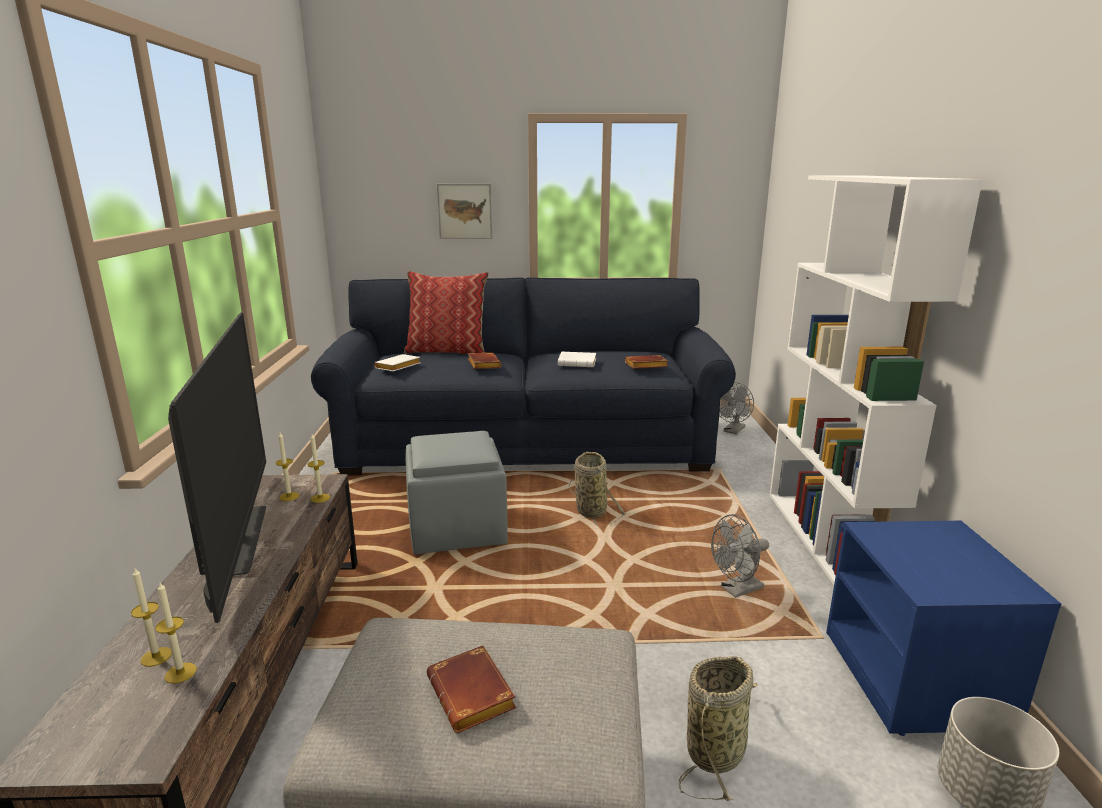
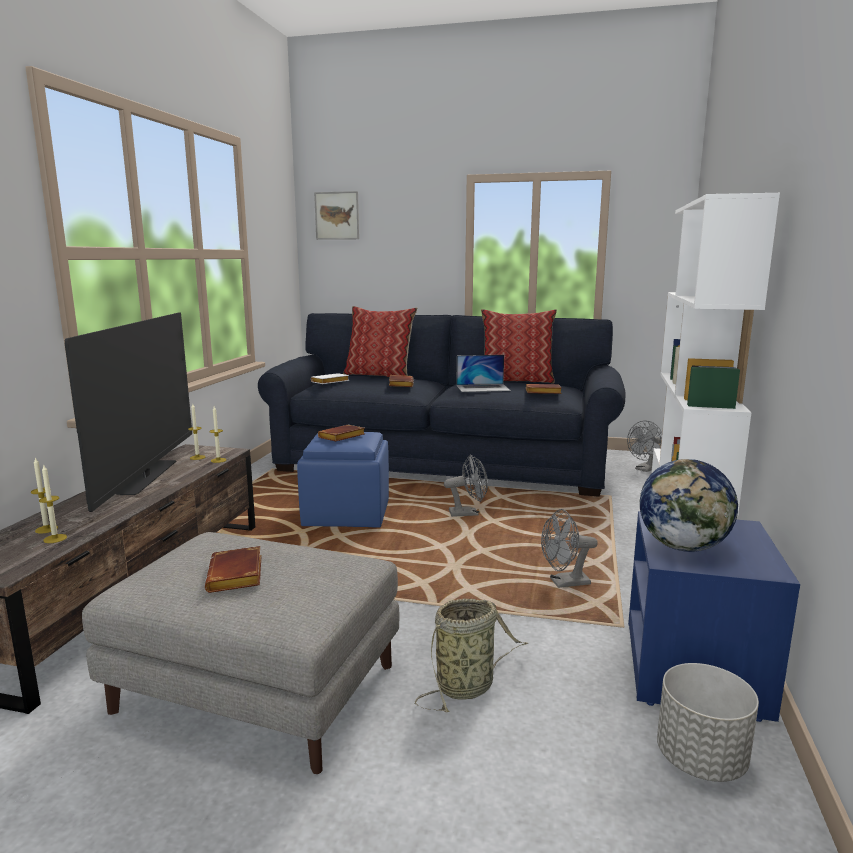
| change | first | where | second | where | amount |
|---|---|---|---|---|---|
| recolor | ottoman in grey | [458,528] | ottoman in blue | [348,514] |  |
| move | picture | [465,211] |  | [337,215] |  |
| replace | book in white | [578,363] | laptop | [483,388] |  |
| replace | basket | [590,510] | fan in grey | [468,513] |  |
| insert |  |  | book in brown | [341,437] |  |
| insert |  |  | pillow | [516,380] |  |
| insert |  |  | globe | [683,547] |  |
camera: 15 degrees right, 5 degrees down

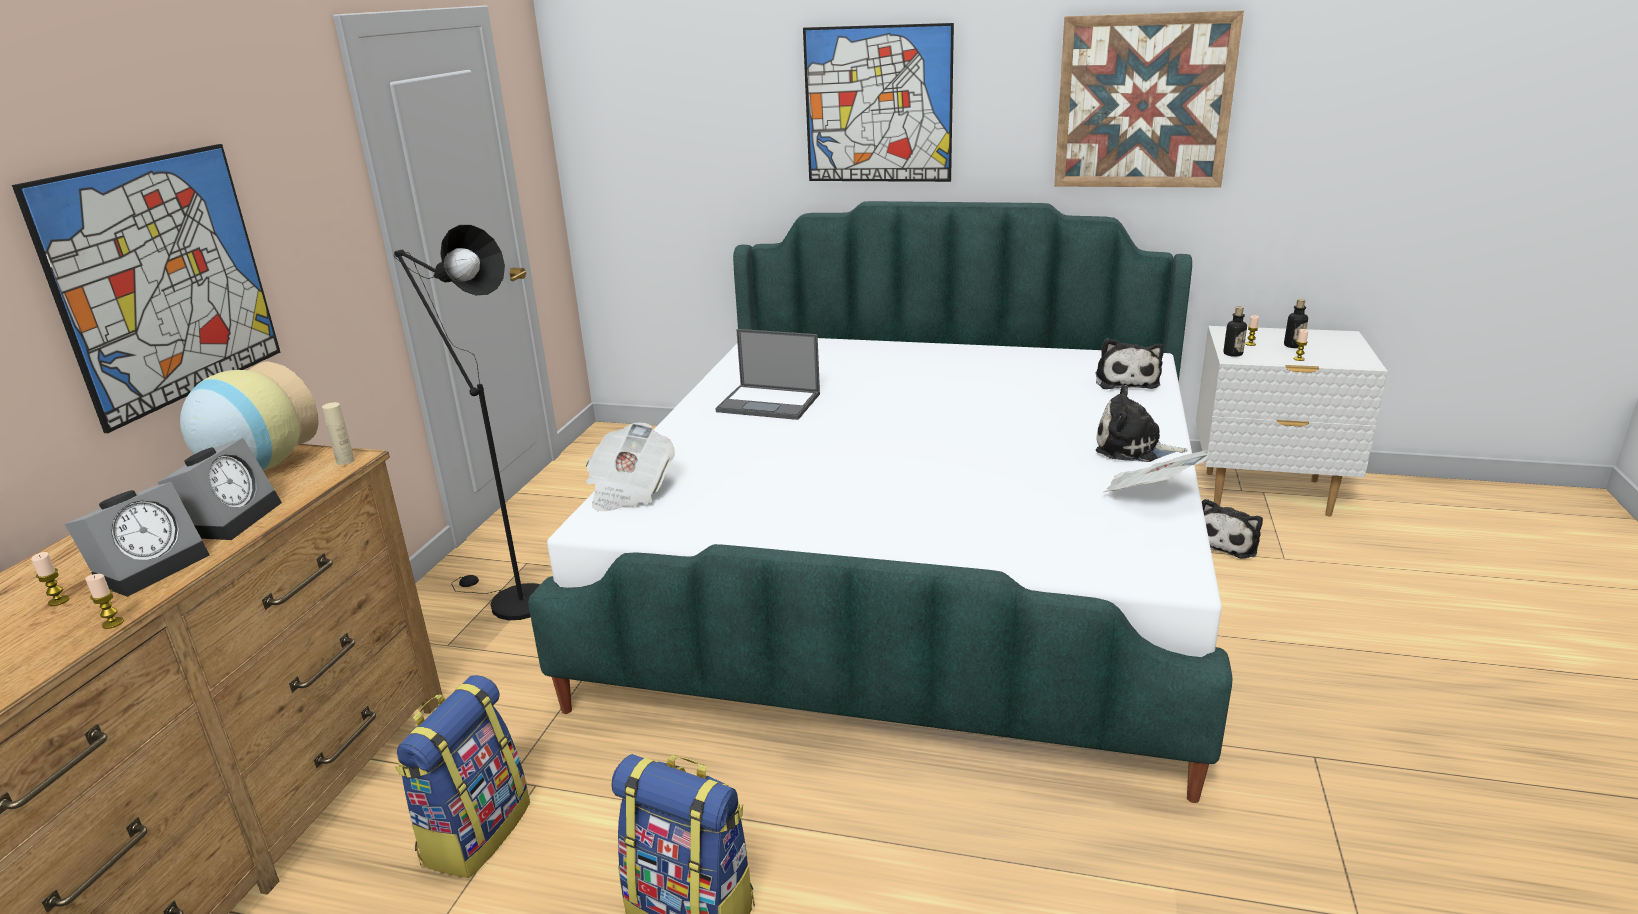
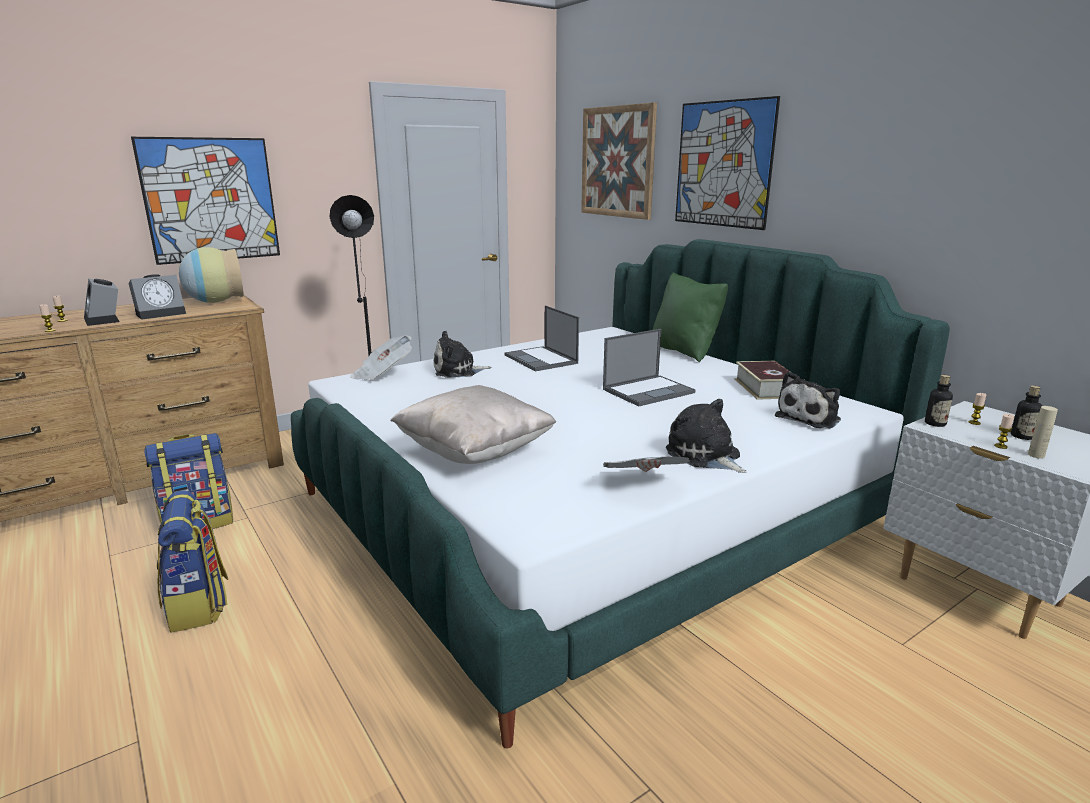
| change | first | where | second | where | amount |
|---|---|---|---|---|---|
| rotate | alarm clock | [153,566] |  | [104,319] | 75 degrees clockwise |
| move | bottle in beige | [345,461] |  | [1036,455] |  |
| move | picture | [1143,102] |  | [617,162] |  |
| move | plush toy | [1228,543] |  | [458,371] |  |
| insert |  |  | pillow in beige | [475,452] |  |
| insert |  |  | laptop | [649,391] |  |
| insert |  |  | pillow in green | [684,351] |  |
| insert |  |  | book | [765,388] |  |
camera: 40 degrees right, 5 degrees down

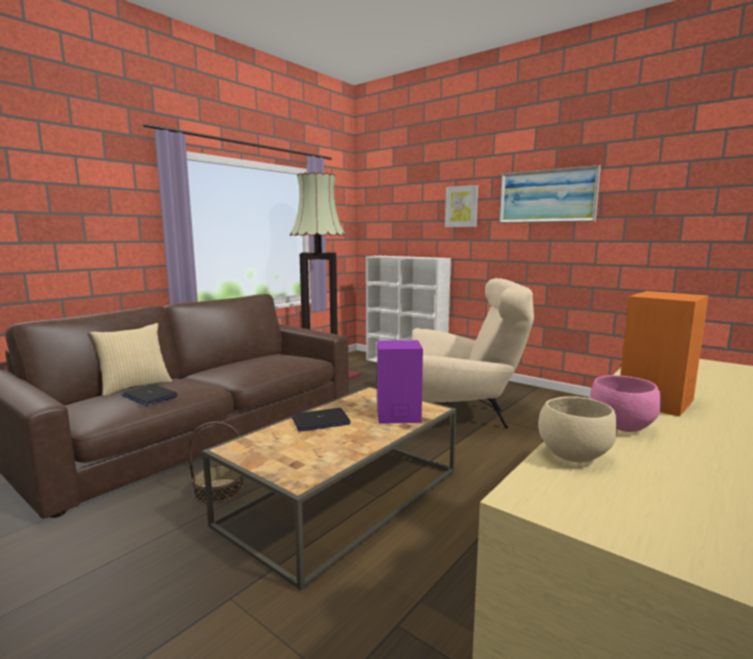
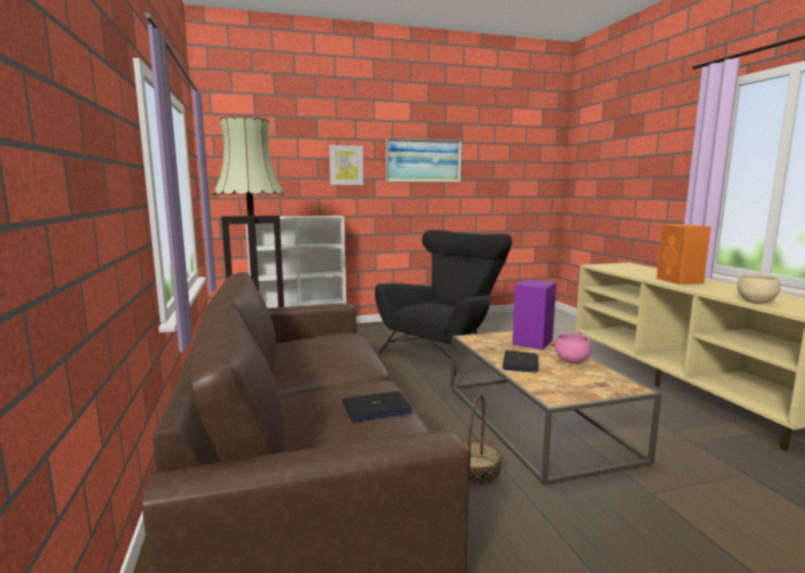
| change | first | where | second | where | amount |
|---|---|---|---|---|---|
| delete | pillow | [134,386] |  |  |  |
| recolor | armchair in beige | [462,416] | armchair in black | [444,350] |  |
| move | bowl in pink | [622,427] |  | [572,361] |  |
camera: 55 degrees left, 0 degrees up

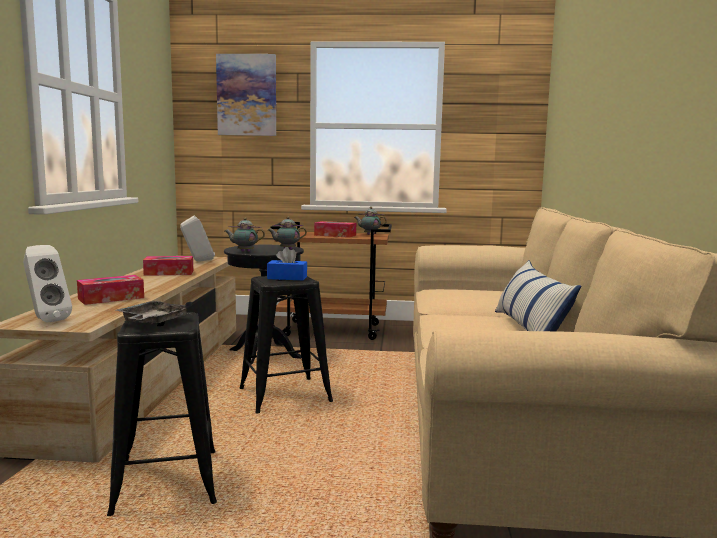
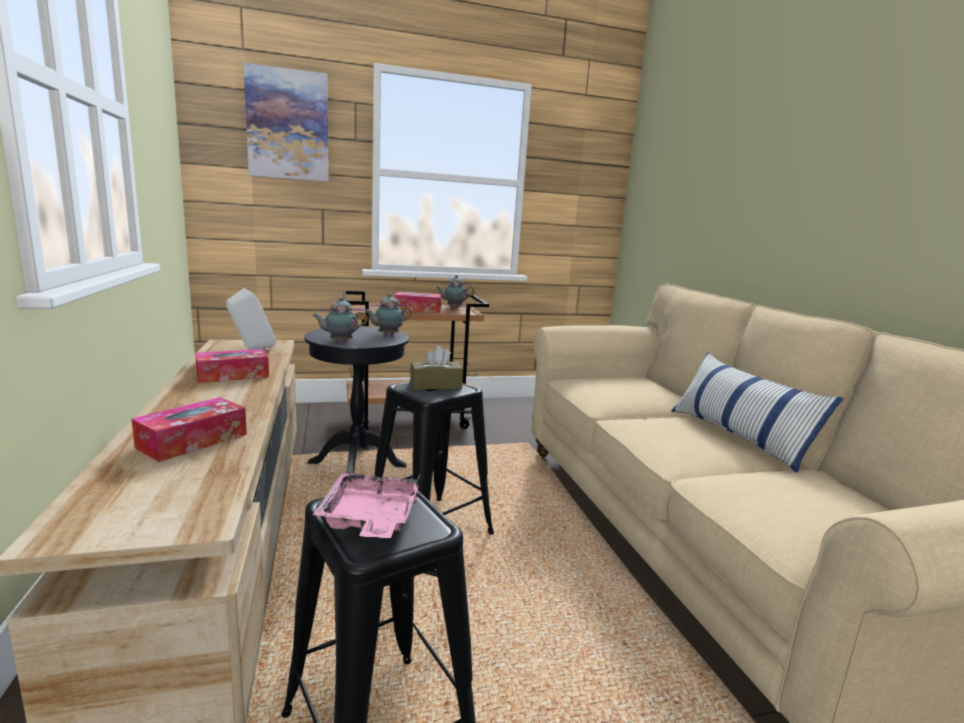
| change | first | where | second | where | amount |
|---|---|---|---|---|---|
| delete | speaker in white | [45,320] |  |  |  |
| recolor | tray in grey | [153,322] | tray in pink | [370,519] |  |
| recolor | tissue box in blue | [287,278] | tissue box in brown | [435,385] |  |
camera: 20 degrees left, 5 degrees up

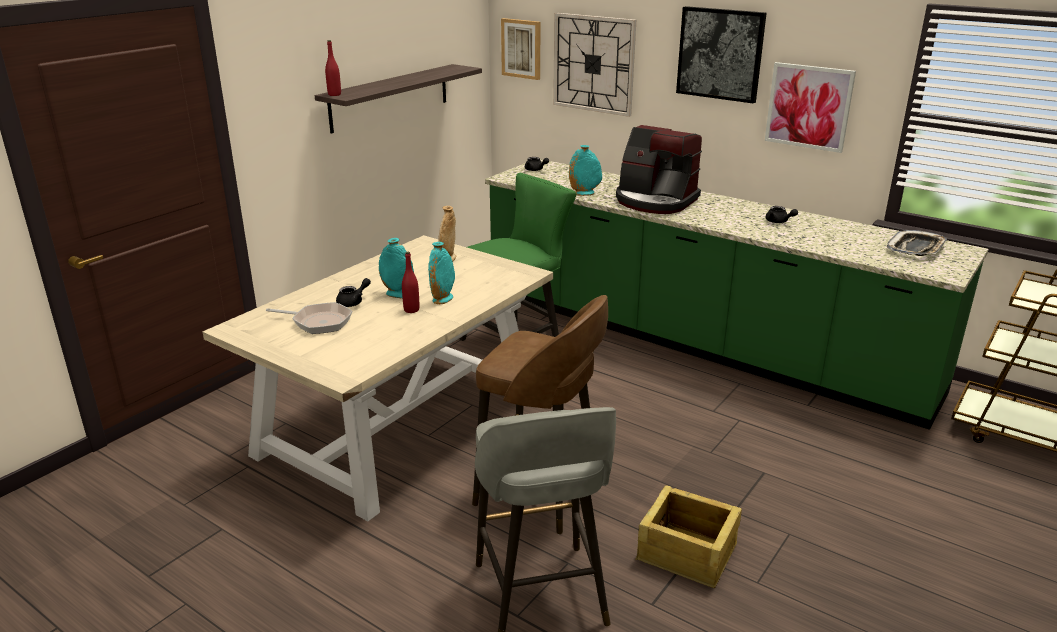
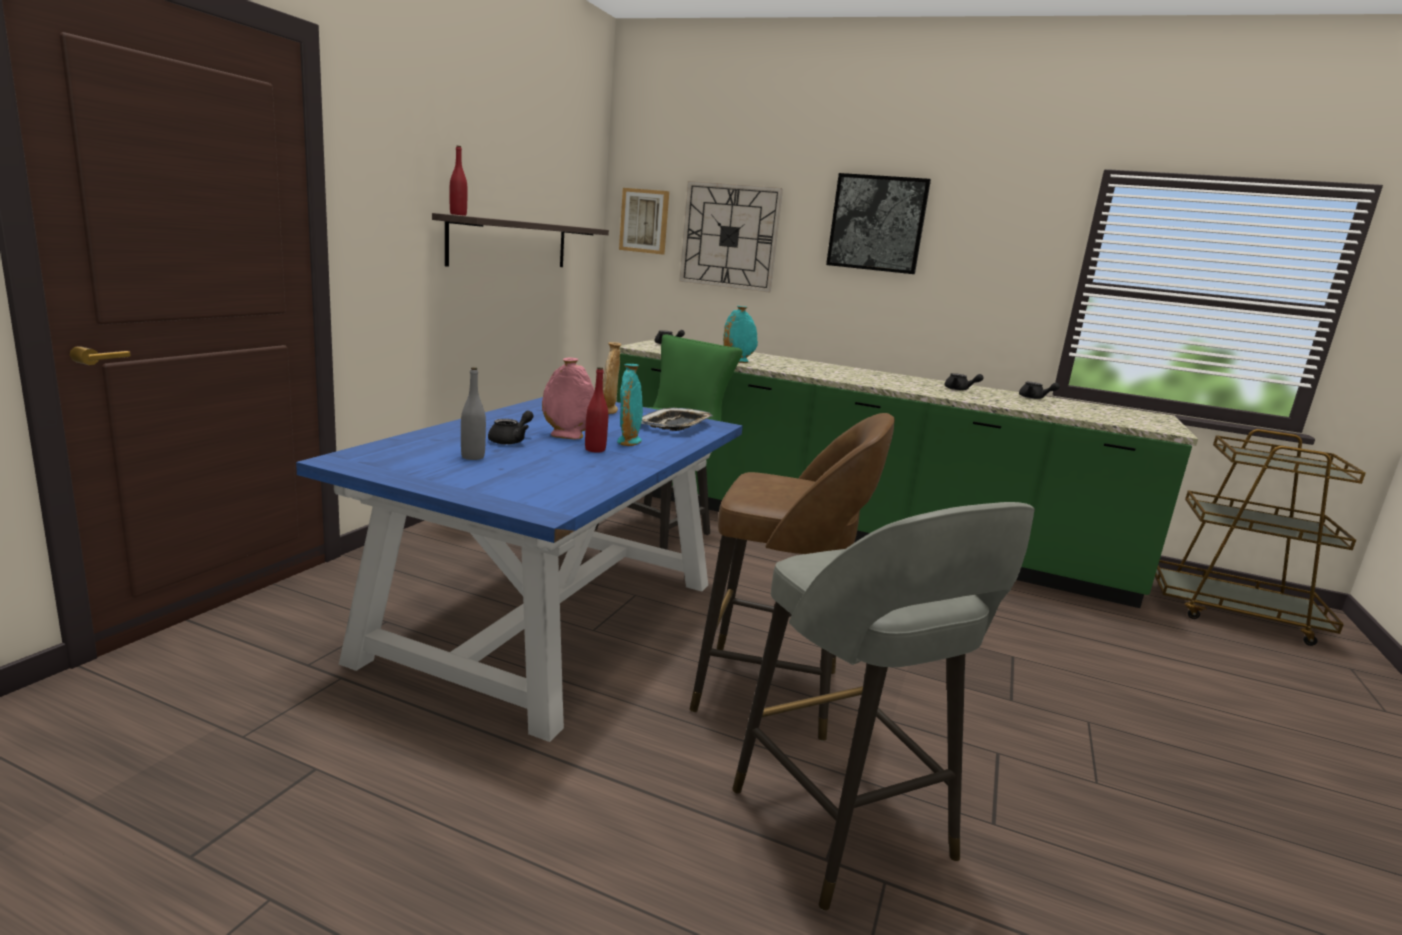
| change | first | where | second | where | amount |
|---|---|---|---|---|---|
| recolor | dining table in beige | [400,424] | dining table in blue | [550,618] |  |
| replace | frying pan | [318,322] | bottle in grey | [473,457] |  |
| recolor | vase in turquoise | [398,294] | vase in pink | [566,436] |  |
| delete | coffee machine | [655,201] |  |  |  |
| delete | crate | [687,553] |  |  |  |
| delete | picture | [809,106] |  |  |  |
| move | tray | [916,248] |  | [676,425] |  |
| insert |  |  | teapot in black | [1034,398] |  |
camera: 15 degrees left, 10 degrees down

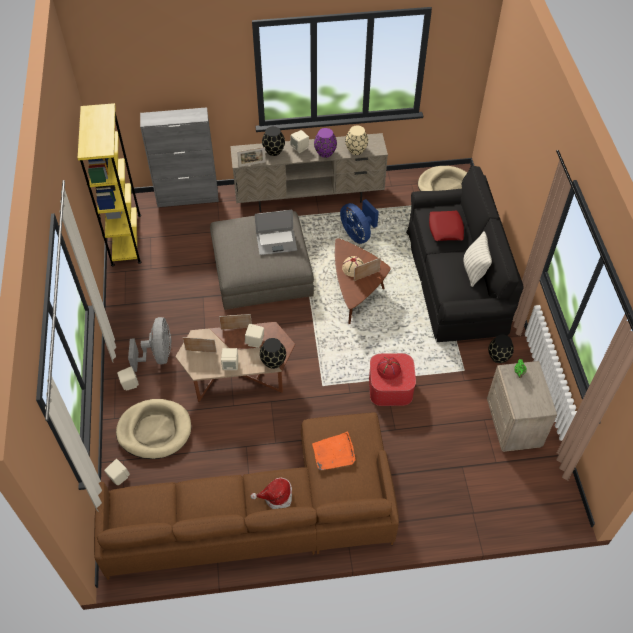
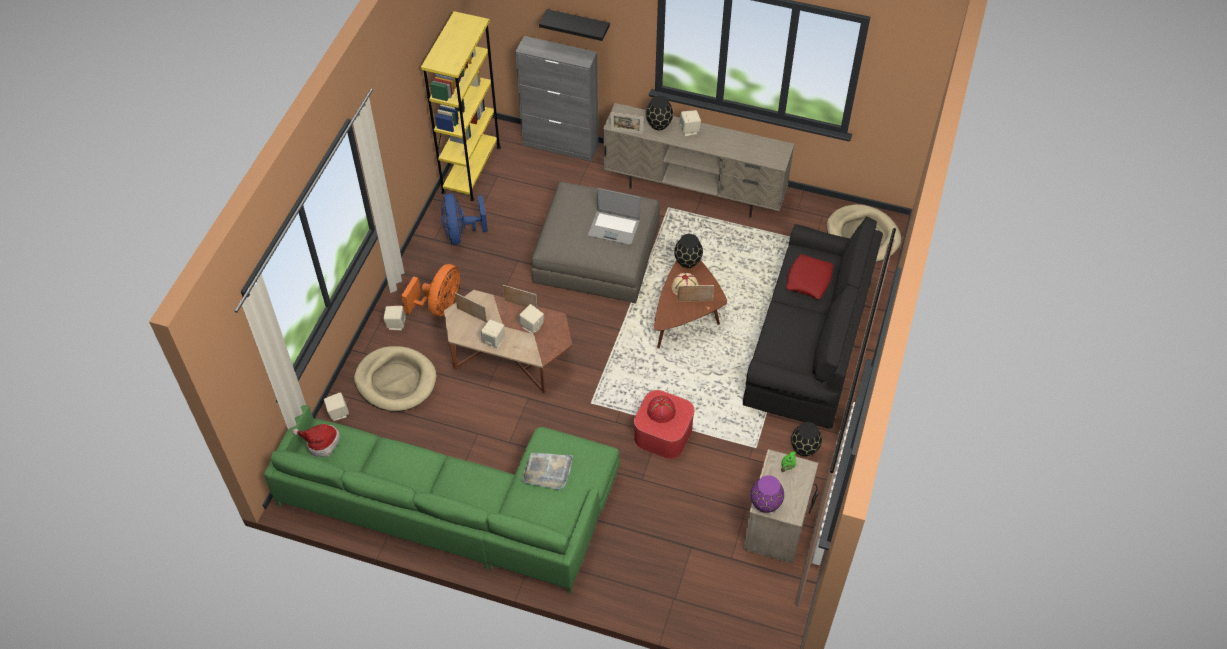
| change | first | where | second | where | amount |
|---|---|---|---|---|---|
| recolor | sofa in brown | [264,513] | sofa in green | [459,508] |  |
| recolor | fan in grey | [158,355] | fan in orange | [439,305] |  |
| move | hat | [276,496] |  | [320,443] |  |
| move | vase in black | [273,361] |  | [688,261] |  |
| recolor | tray in orange | [334,453] | tray in grey | [548,471] |  |
| move | vase in purple | [325,152] |  | [765,503] |  |
| move | fan in blue | [358,234] |  | [461,233] |  |
| delete | vase in beige | [356,150] |  |  |  |
| delete | pillow | [474,271] |  |  |  |
| insert |  |  | shelf in black | [578,25] |  |
camera: 25 degrees right, 0 degrees up

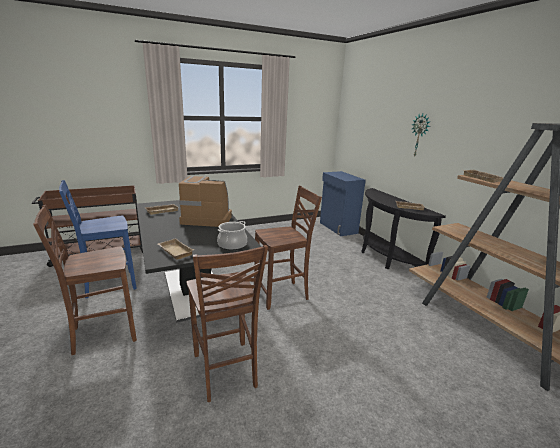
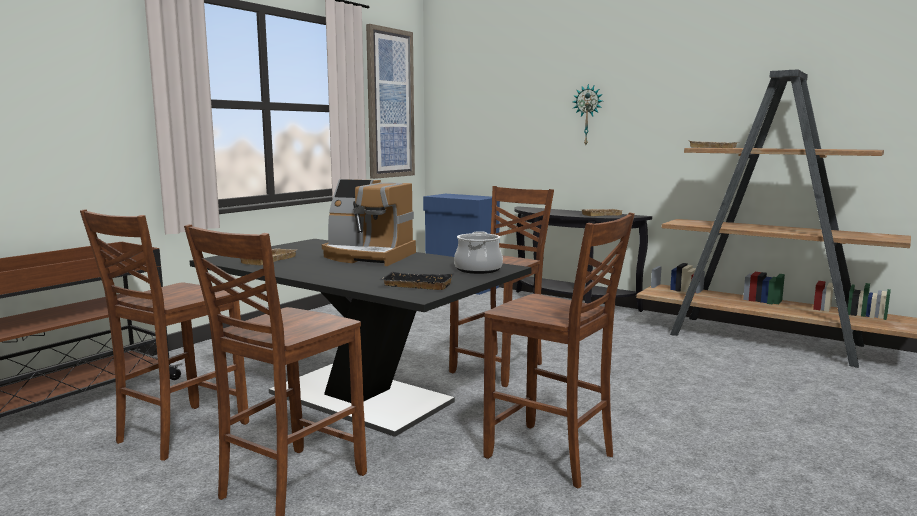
| change | first | where | second | where | amount |
|---|---|---|---|---|---|
| recolor | chair in blue | [109,285] | chair in brown | [179,432] |  |
| recolor | tray in beige | [174,251] | tray in black | [416,286] |  |
| rotate | coffee machine | [206,218] |  | [368,256] | 135 degrees counterclockwise |
| insert |  |  | picture | [390,104] |  |
camera: 30 degrees left, 10 degrees down

